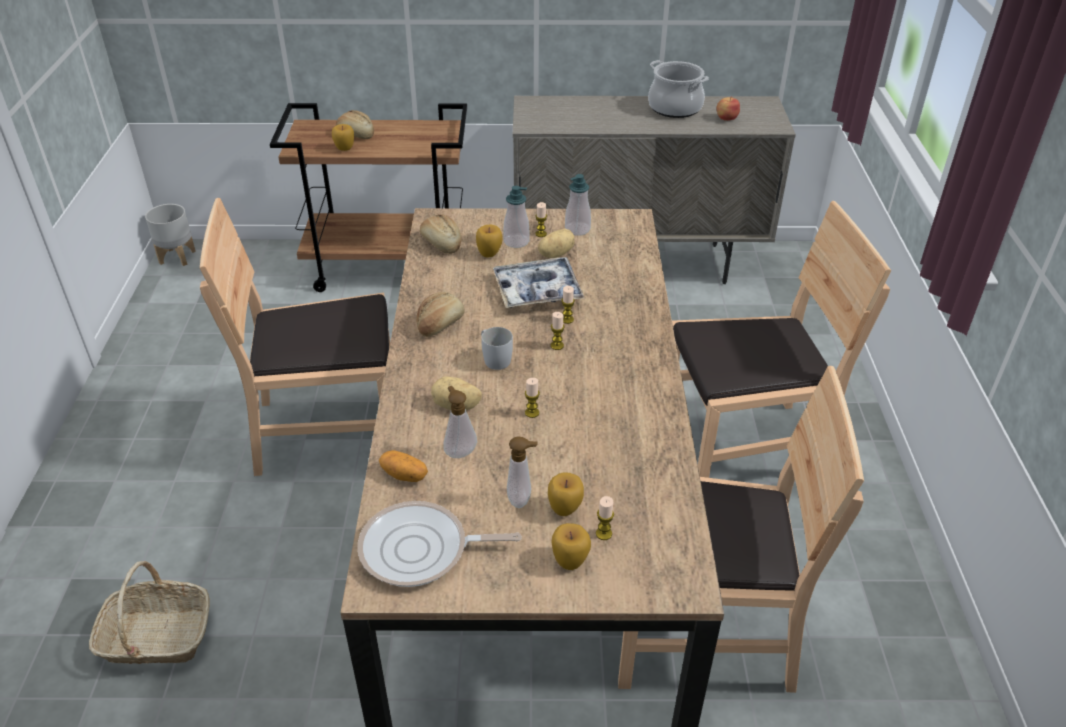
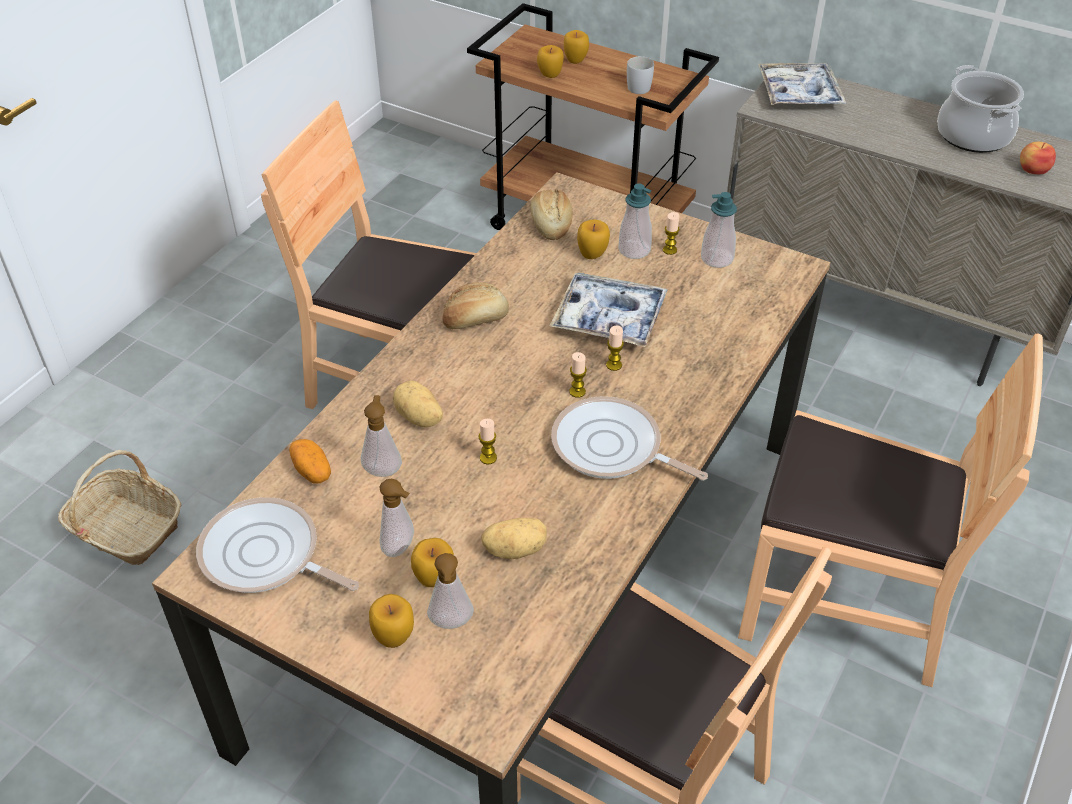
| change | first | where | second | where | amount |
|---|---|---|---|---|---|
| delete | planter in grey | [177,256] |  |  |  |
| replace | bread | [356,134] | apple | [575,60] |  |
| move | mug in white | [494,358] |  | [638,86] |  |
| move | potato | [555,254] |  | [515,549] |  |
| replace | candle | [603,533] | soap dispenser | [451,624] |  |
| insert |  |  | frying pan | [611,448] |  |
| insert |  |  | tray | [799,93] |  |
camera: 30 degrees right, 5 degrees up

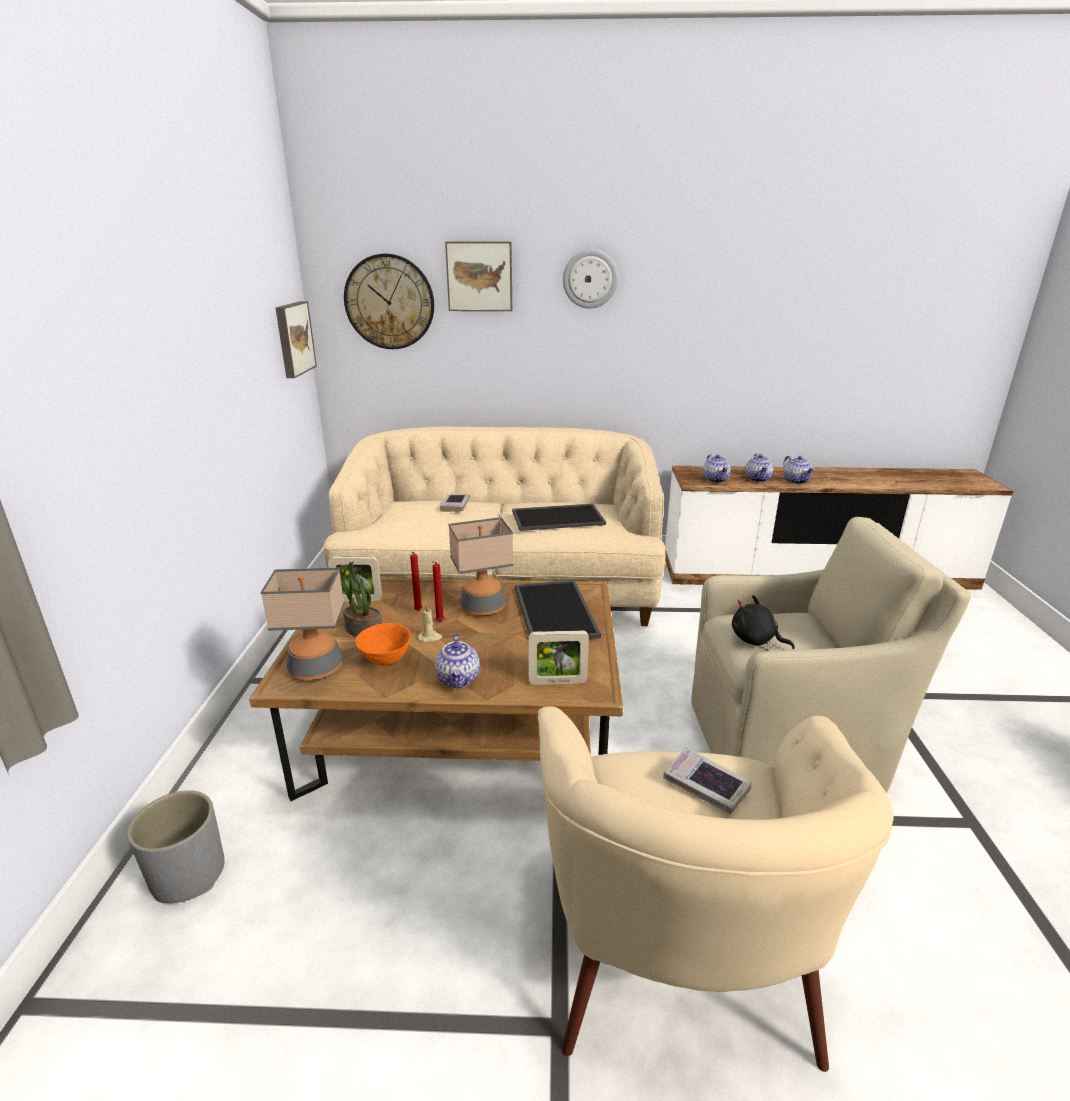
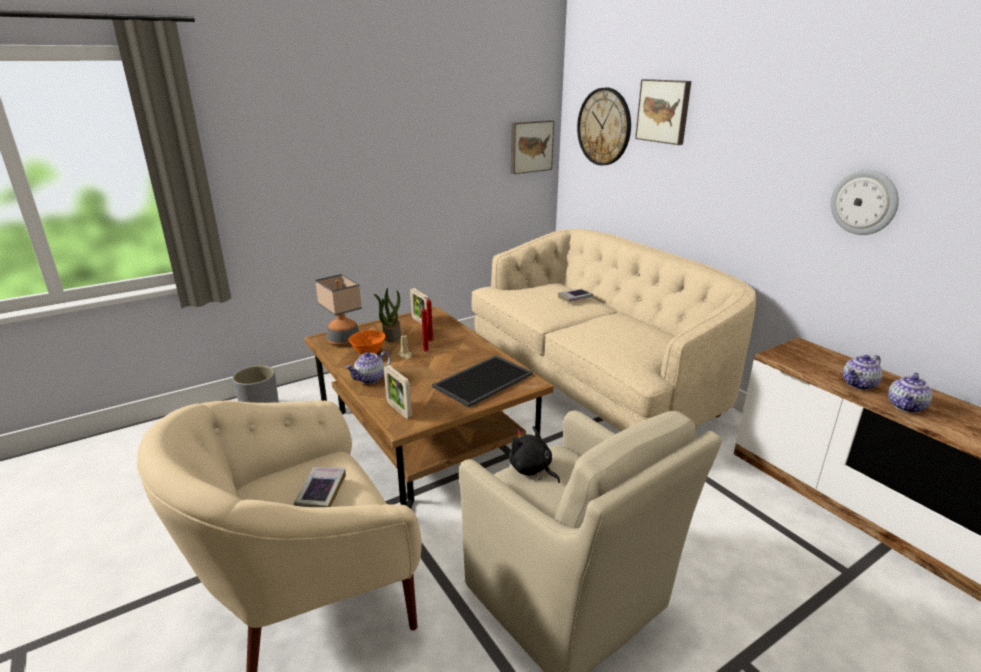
| change | first | where | second | where | amount |
|---|---|---|---|---|---|
| delete | table lamp | [482,607] |  |  |  |
| delete | tray | [558,517] |  |  |  |
| move | wall clock | [590,279] |  | [864,202] |  |
| delete | teapot | [715,480] |  |  |  |
| rotate | plush toy in black | [756,640] |  | [532,469] | 45 degrees counterclockwise |
camera: 55 degrees right, 0 degrees up

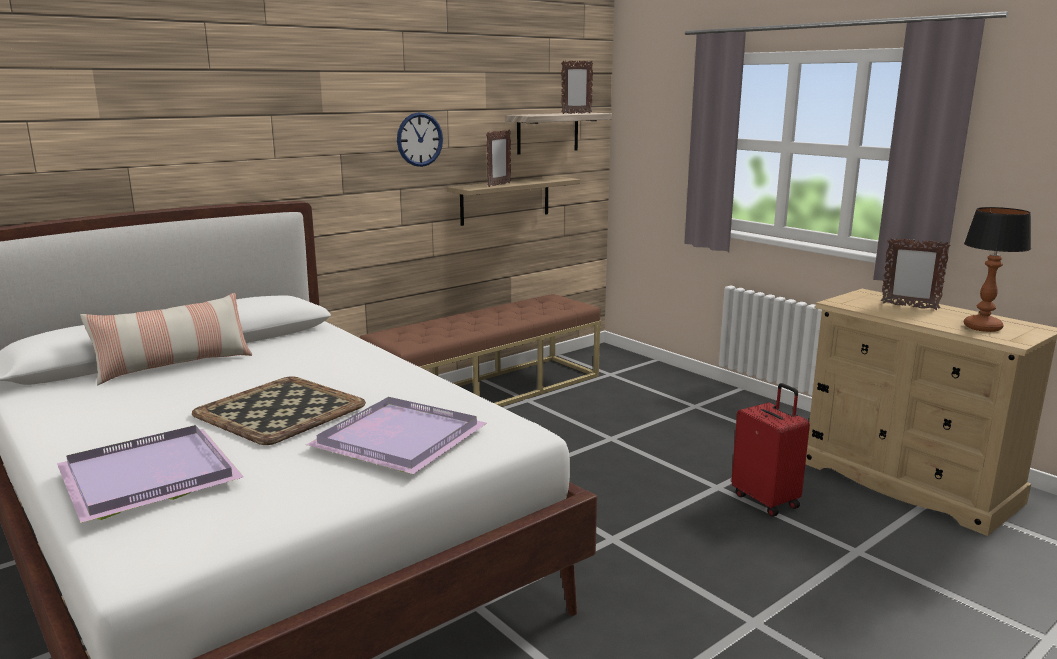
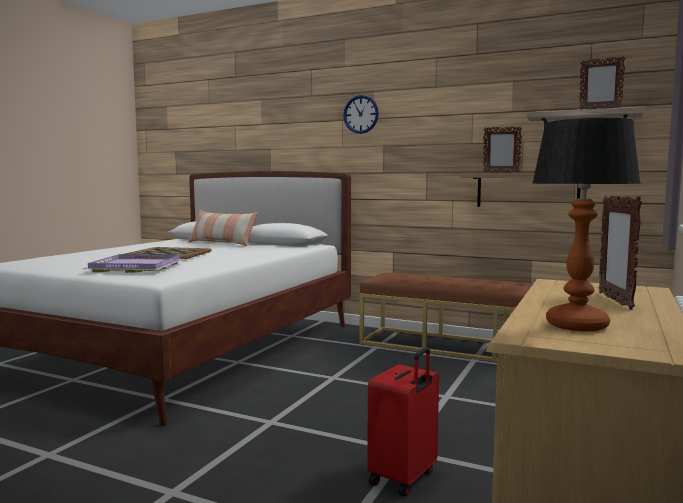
| change | first | where | second | where | amount |
|---|---|---|---|---|---|
| delete | tray in purple | [147,478] |  |  |  |
| move | wall clock | [419,139] |  | [361,114] |  |
camera: 65 degrees right, 10 degrees down

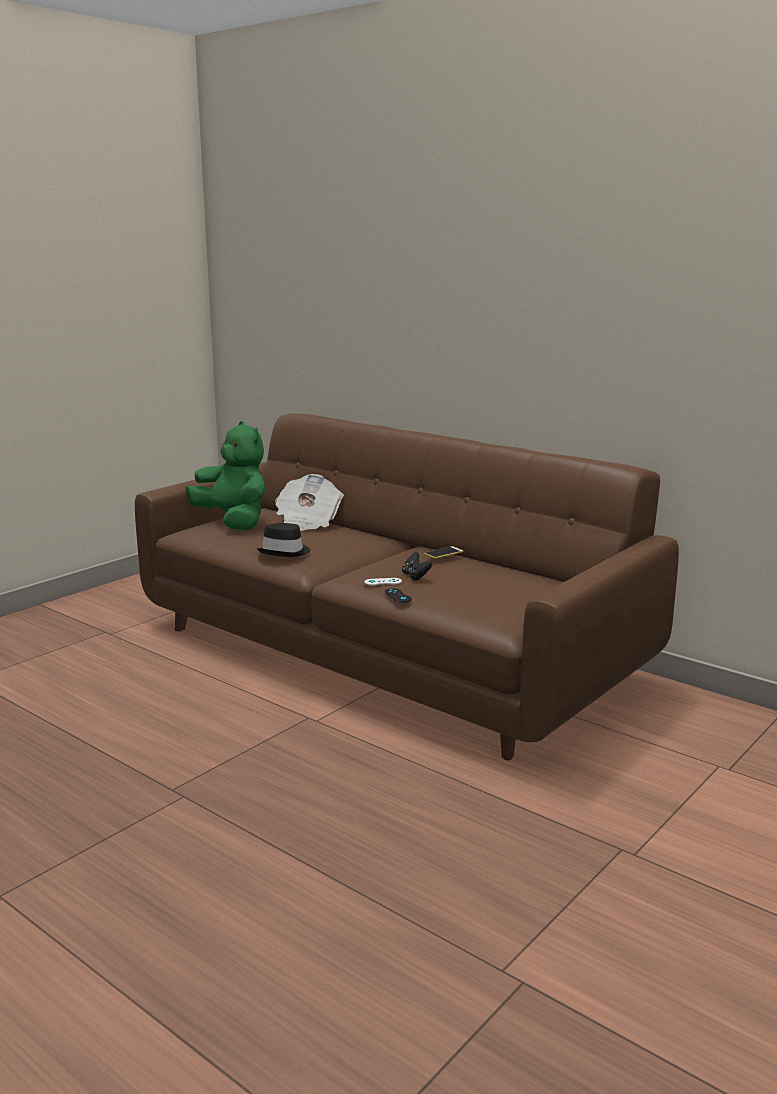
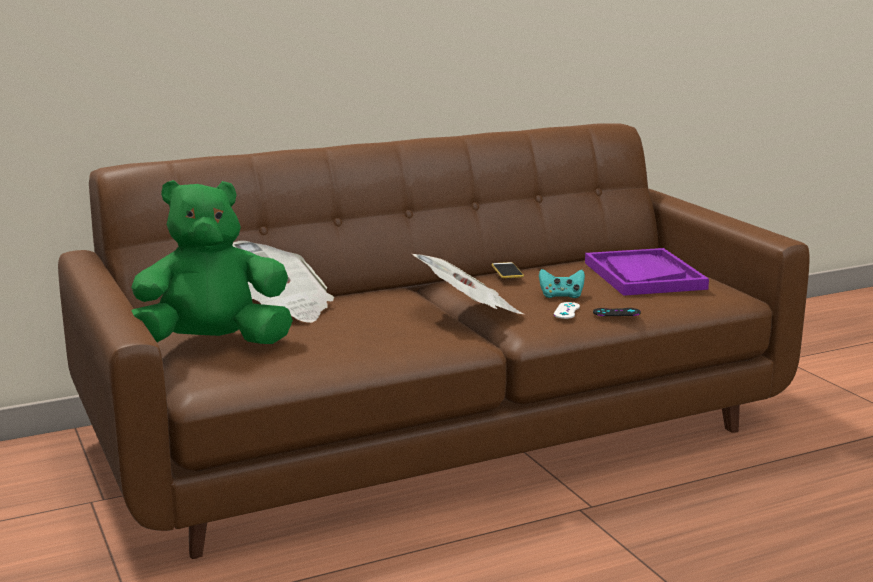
| change | first | where | second | where | amount |
|---|---|---|---|---|---|
| delete | hat in black | [285,552] |  |  |  |
| recolor | game controller in black | [415,576] | game controller in turquoise | [561,296] |  |
| insert |  |  | newspaper | [468,312] |  |
| insert |  |  | tray in purple | [643,275] |  |
camera: 65 degrees left, 0 degrees up

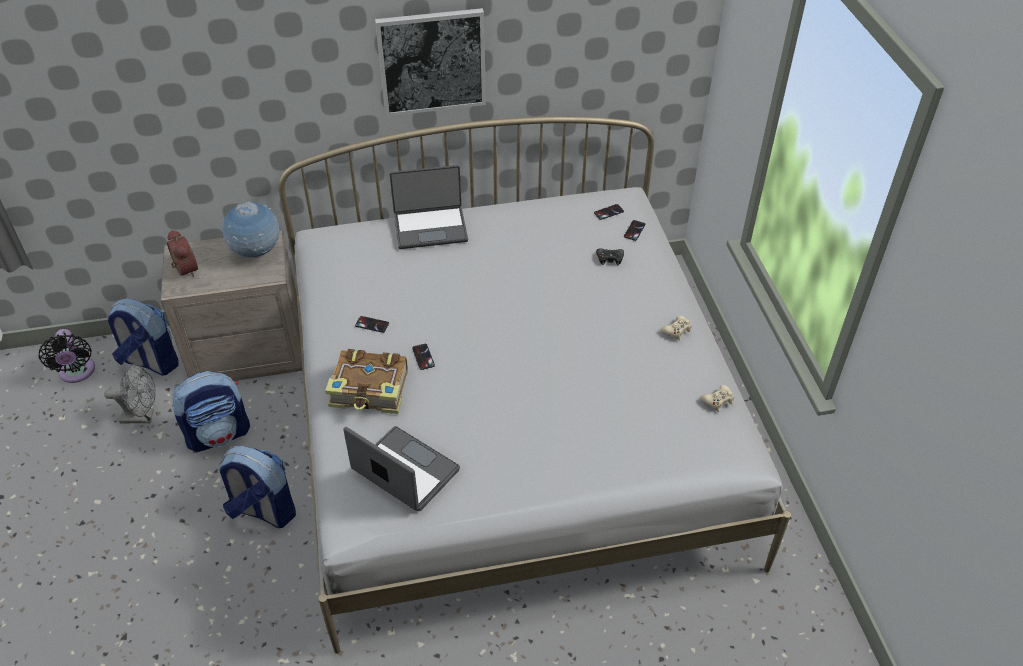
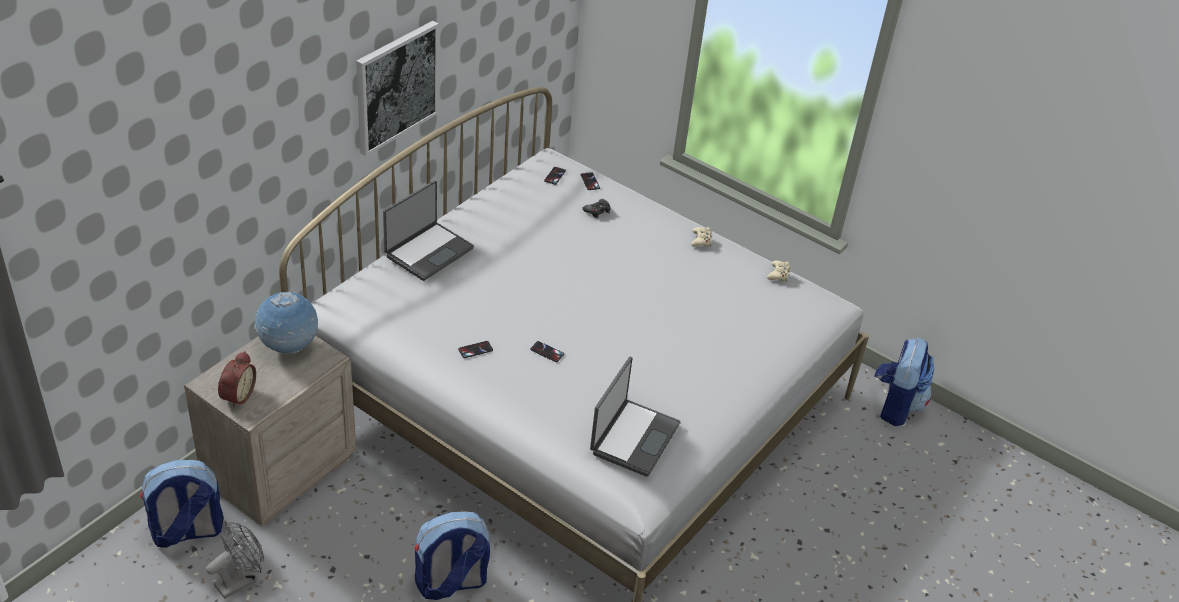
| change | first | where | second | where | amount |
|---|---|---|---|---|---|
| delete | fan in black | [77,373] |  |  |  |
| rotate | alarm clock | [184,270] |  | [236,395] | 90 degrees clockwise |
| move | backpack | [219,434] |  | [895,405] |  |
| delete | book | [370,390] |  |  |  |
| rotate | laptop | [404,471] |  | [633,438] | 120 degrees clockwise |
camera: 45 degrees left, 5 degrees down

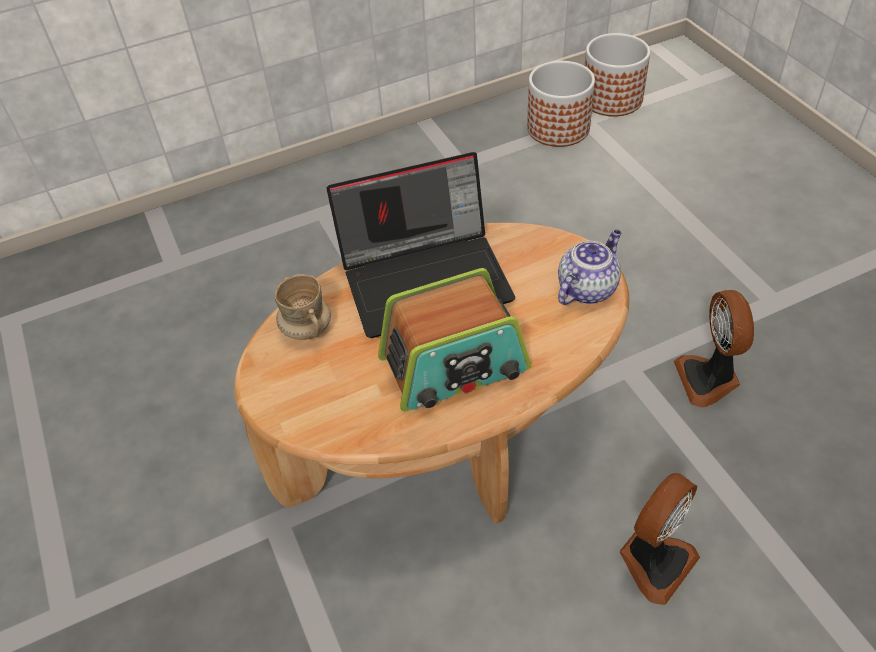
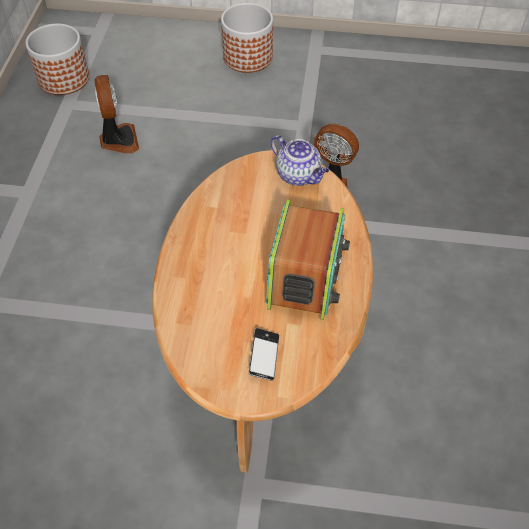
| change | first | where | second | where | amount |
|---|---|---|---|---|---|
| delete | mug in beige | [306,329] |  |  |  |
| delete | laptop | [427,277] |  |  |  |
| move | planter | [558,128] |  | [248,57] |  |
| rotate | teapot | [587,288] |  | [299,175] | 150 degrees clockwise |
| move | fan | [654,561] |  | [118,140] |  |
| insert |  |  | phone | [264,356] |  |
camera: 60 degrees left, 5 degrees up

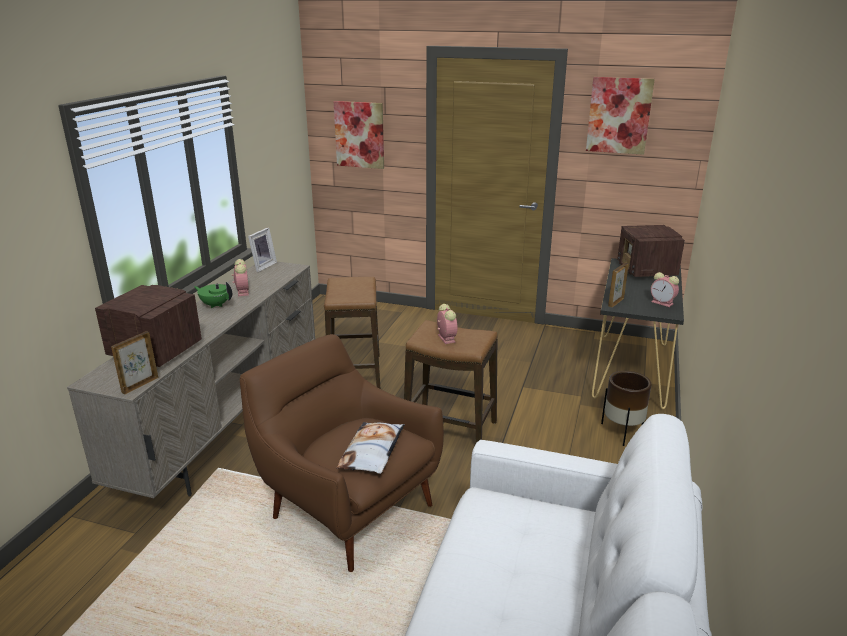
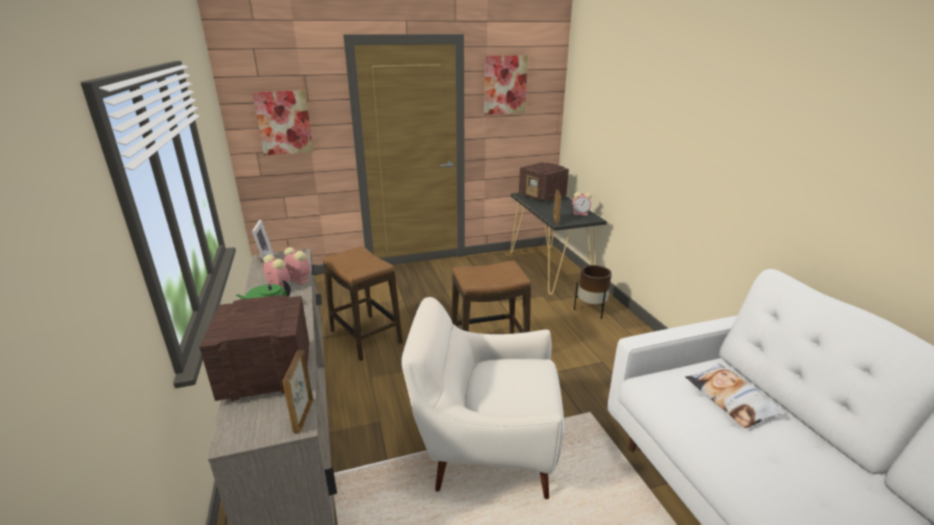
| change | first | where | second | where | amount |
|---|---|---|---|---|---|
| recolor | armchair in brown | [347,507] | armchair in white | [485,448] |  |
| move | pillow | [372,452] |  | [731,399] |  |
| move | alarm clock | [445,338] |  | [298,279] |  |
camera: 35 degrees left, 0 degrees up

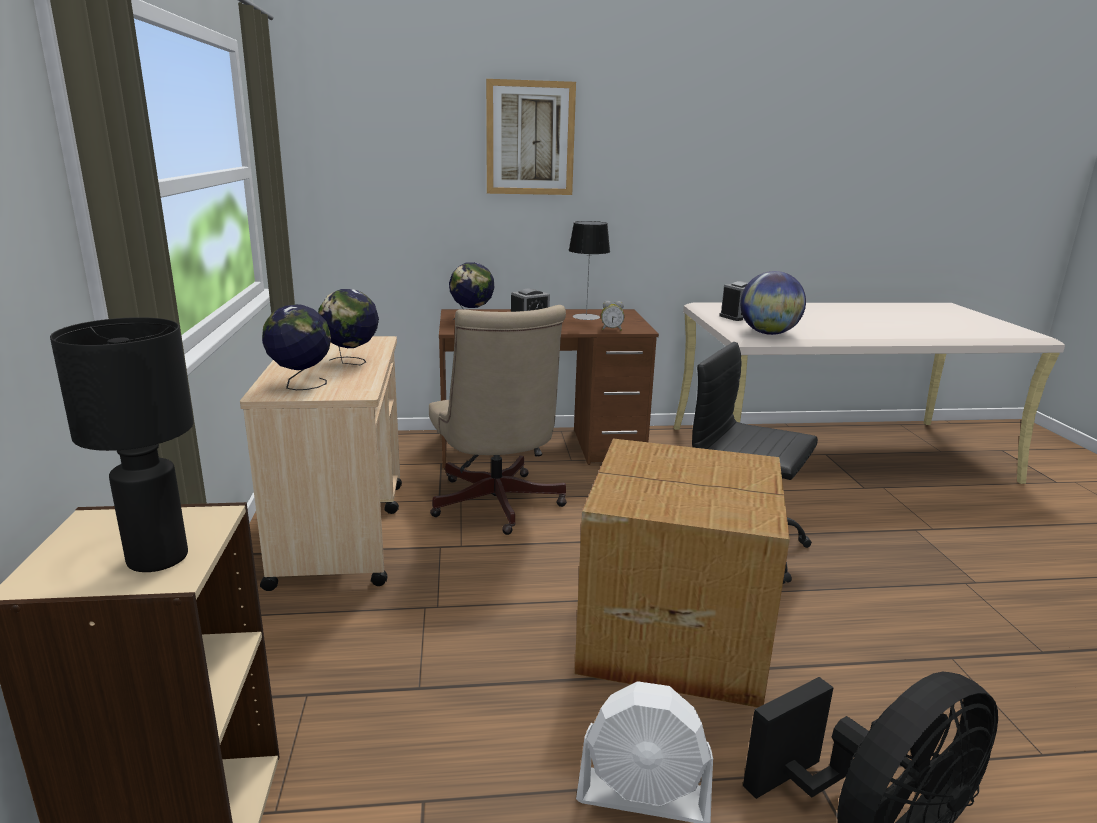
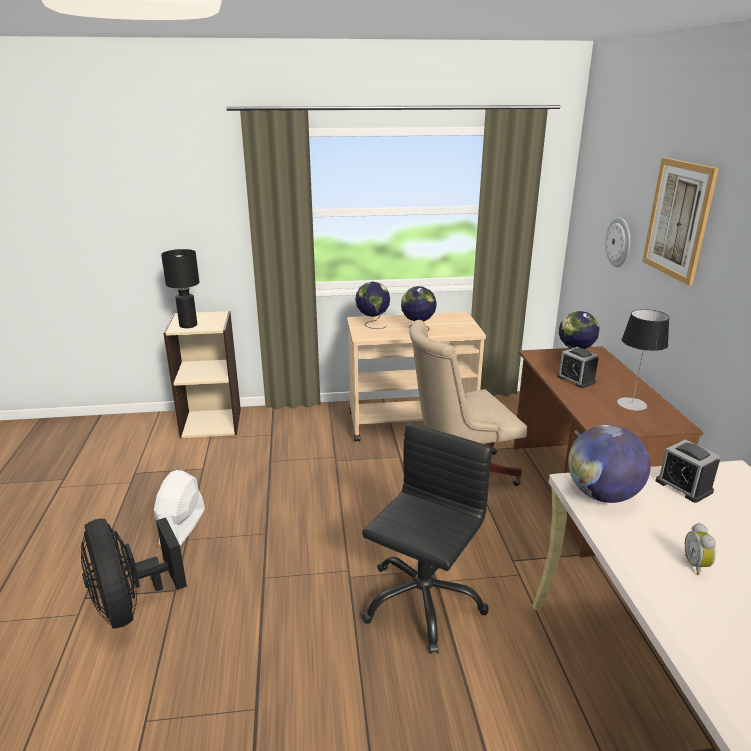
| change | first | where | second | where | amount |
|---|---|---|---|---|---|
| delete | cardboard box | [671,631] |  |  |  |
| move | alarm clock | [611,329] |  | [697,565] |  |
| insert |  |  | wall clock | [619,242] |  |
camera: 90 degrees right, 5 degrees up

